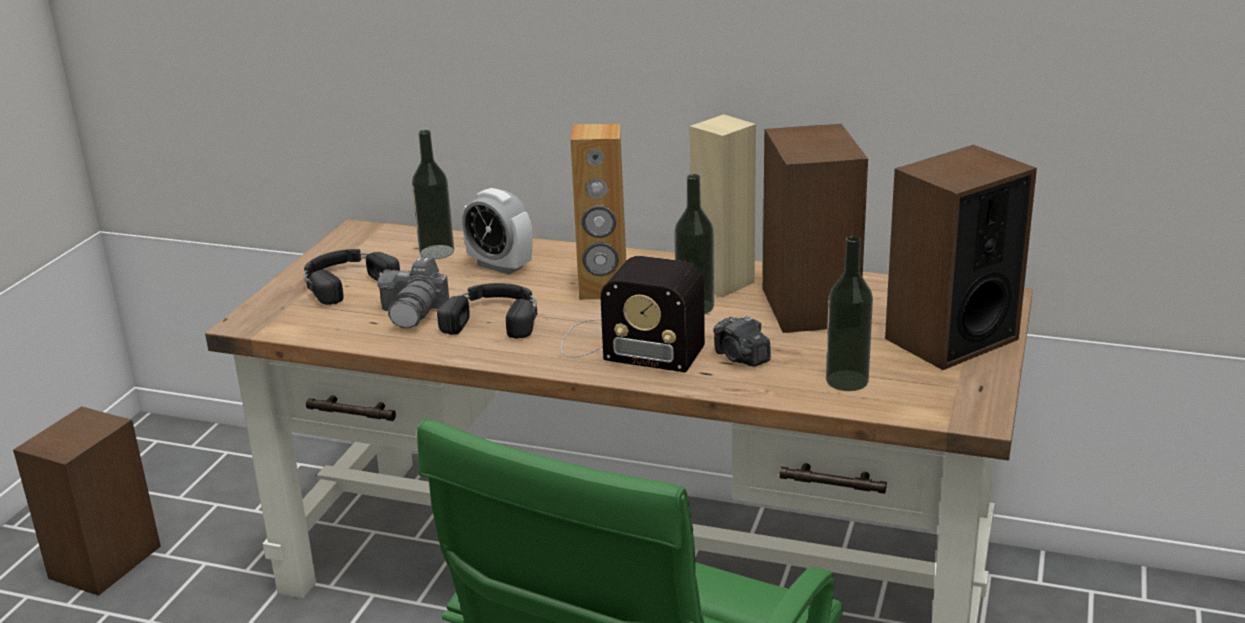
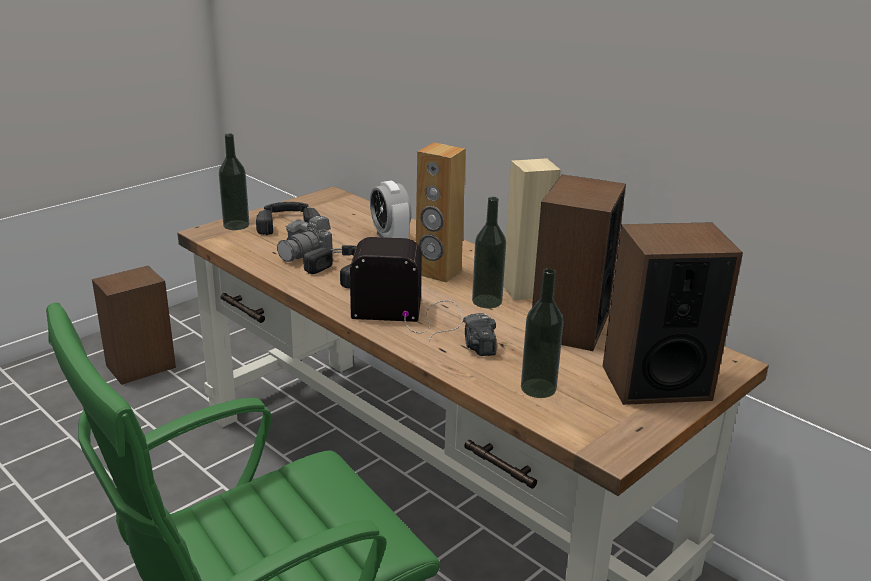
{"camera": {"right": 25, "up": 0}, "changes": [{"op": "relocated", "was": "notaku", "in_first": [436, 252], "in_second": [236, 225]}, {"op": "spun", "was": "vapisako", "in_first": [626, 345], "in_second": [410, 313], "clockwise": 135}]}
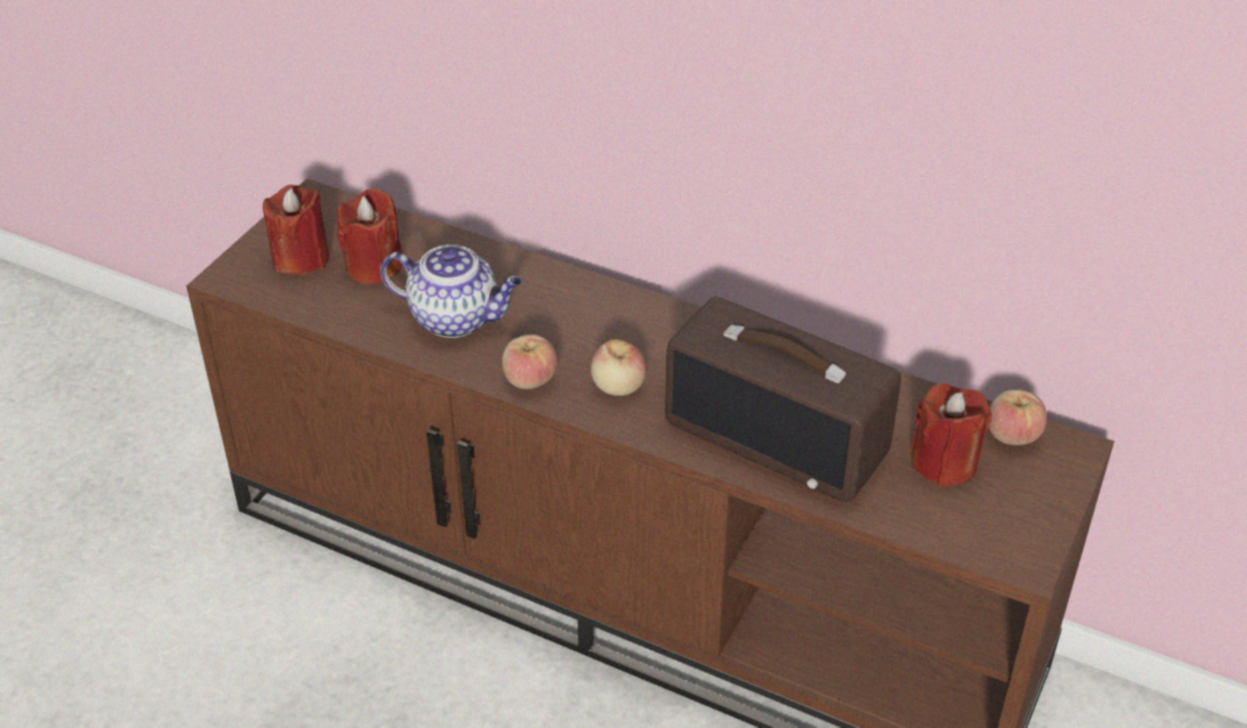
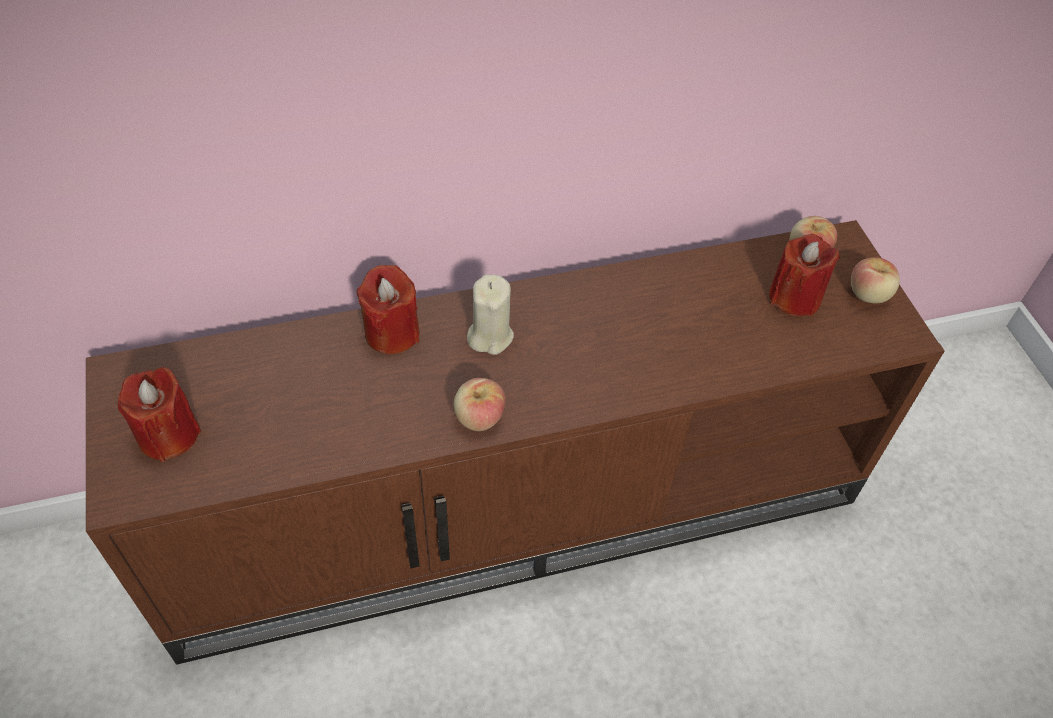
{"camera": {"right": -45, "up": 10}, "changes": [{"op": "relocated", "was": "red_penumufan", "in_first": [374, 266], "in_second": [392, 333]}, {"op": "missing", "was": "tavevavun", "in_first": [456, 318]}, {"op": "relocated", "was": "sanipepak", "in_first": [618, 387], "in_second": [868, 294]}, {"op": "missing", "was": "vapisako", "in_first": [779, 437]}, {"op": "appeared", "now": "beige_penumufan", "in_second": [490, 336]}]}
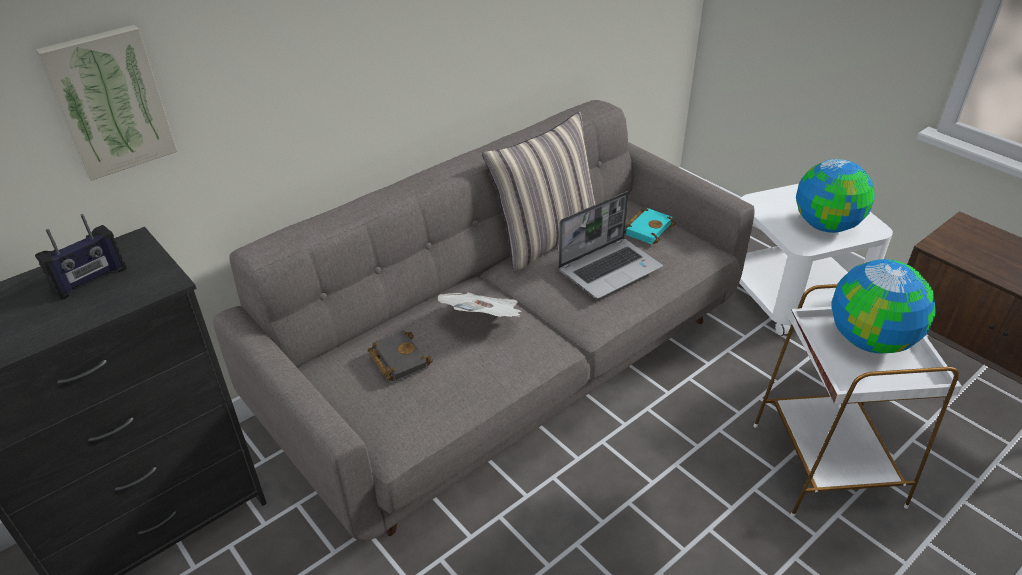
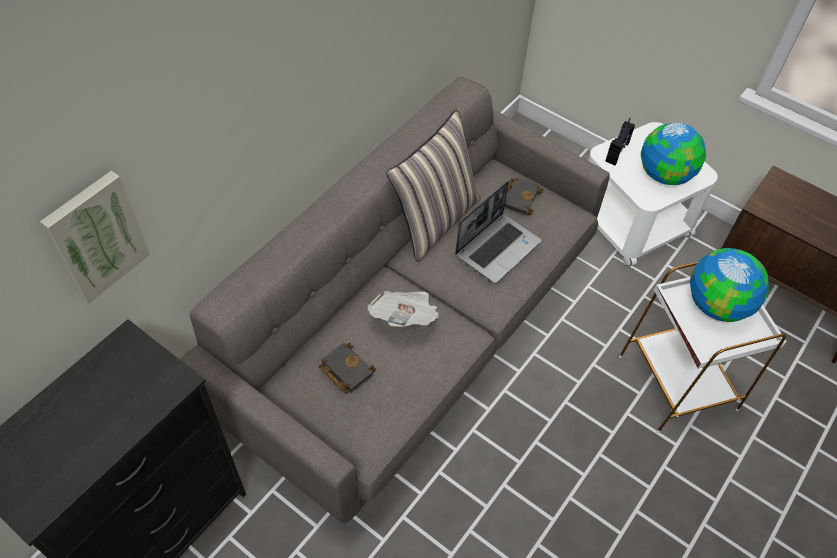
{"camera": {"right": -15, "up": 15}, "changes": [{"op": "relocated", "was": "vapisako", "in_first": [91, 280], "in_second": [617, 152]}, {"op": "colour", "was": "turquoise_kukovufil", "now": "black_kukovufil", "in_first": [647, 228], "in_second": [519, 197]}]}
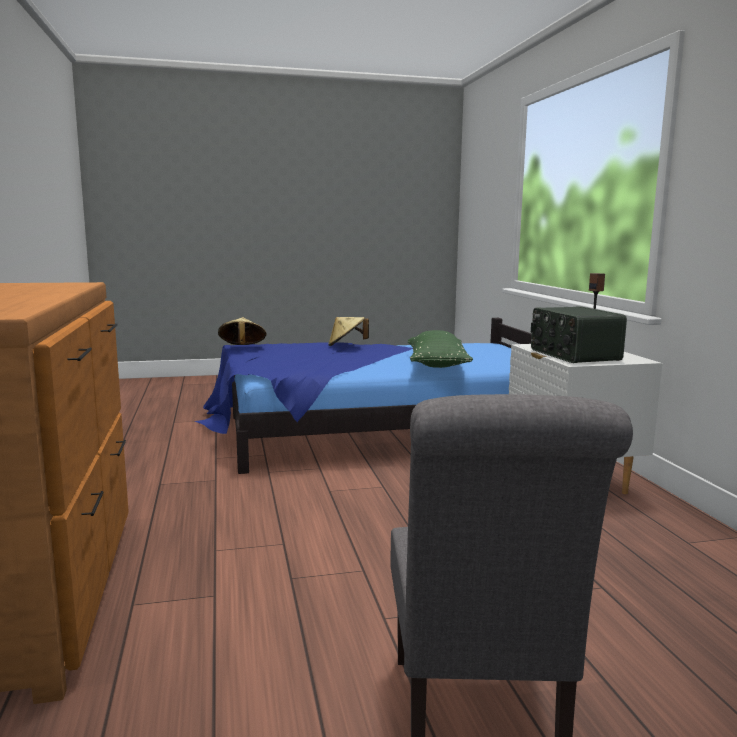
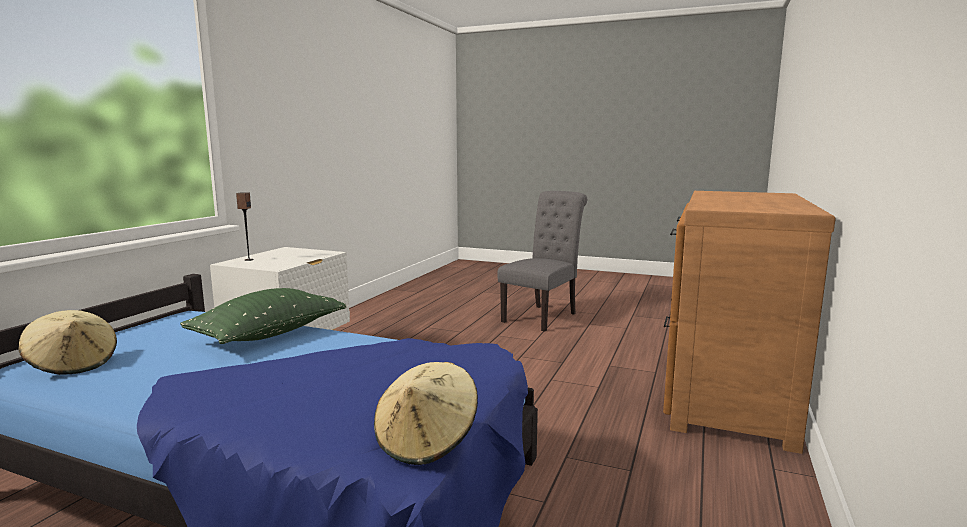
{"camera": {"right": -145, "up": 0}, "changes": [{"op": "relocated", "was": "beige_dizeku", "in_first": [347, 345], "in_second": [73, 364]}, {"op": "missing", "was": "vapisako", "in_first": [573, 355]}]}
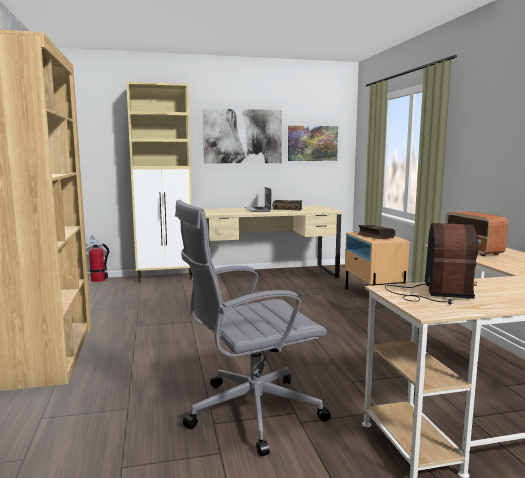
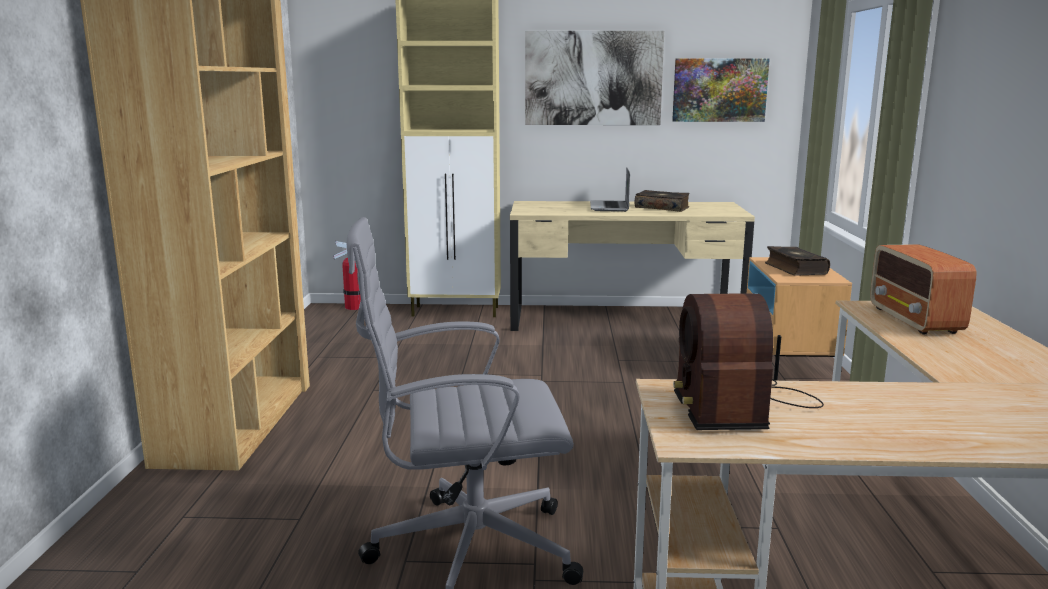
{"camera": {"right": 15, "up": 5}, "changes": [{"op": "spun", "was": "vapisako", "in_first": [434, 293], "in_second": [738, 405], "clockwise": 150}]}
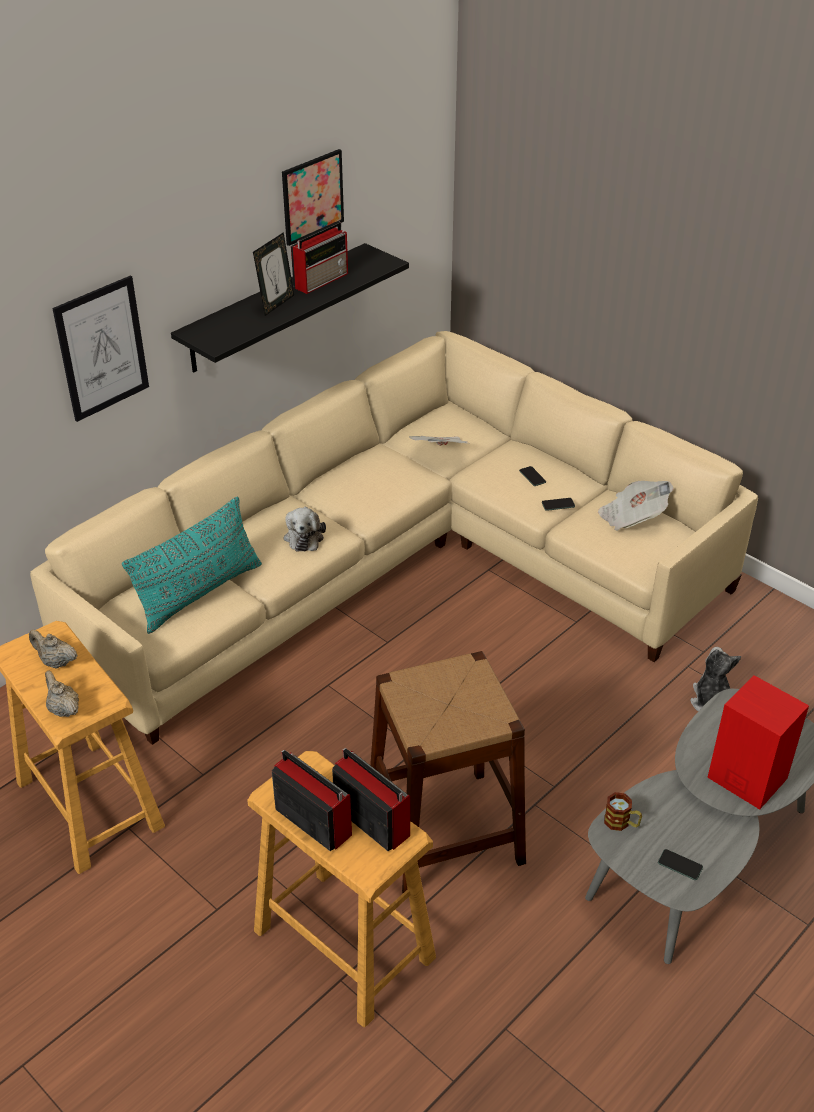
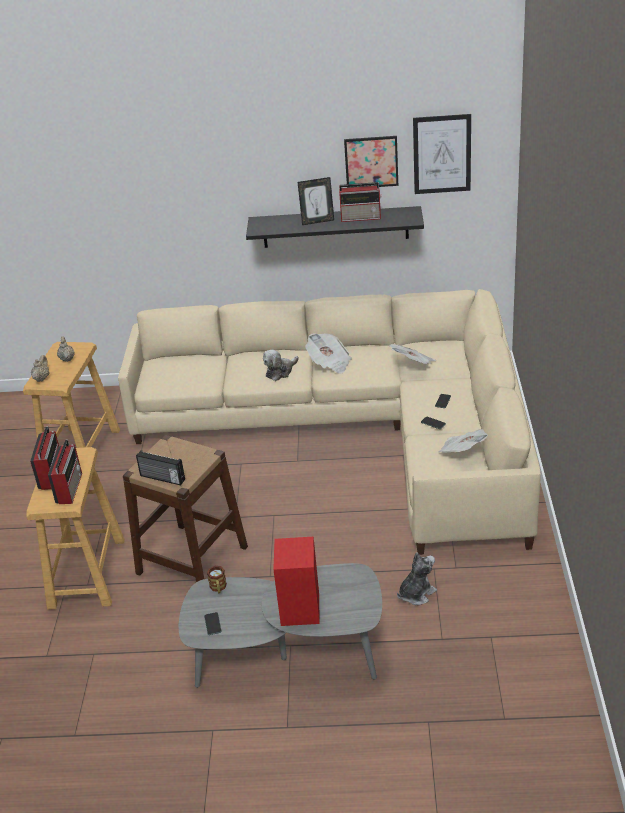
{"camera": {"right": 50, "up": -5}, "changes": [{"op": "relocated", "was": "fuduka", "in_first": [102, 349], "in_second": [442, 154]}, {"op": "missing", "was": "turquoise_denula", "in_first": [199, 593]}, {"op": "appeared", "now": "vapisako", "in_second": [162, 478]}, {"op": "appeared", "now": "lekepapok", "in_second": [329, 363]}]}
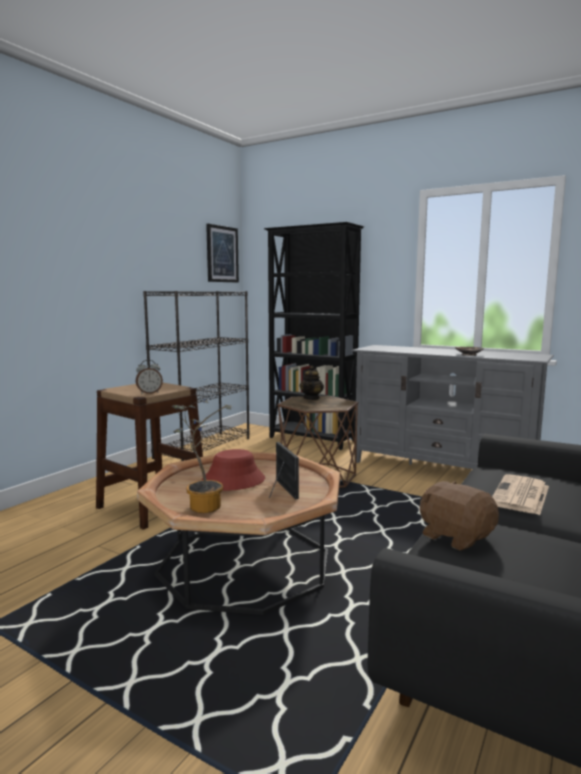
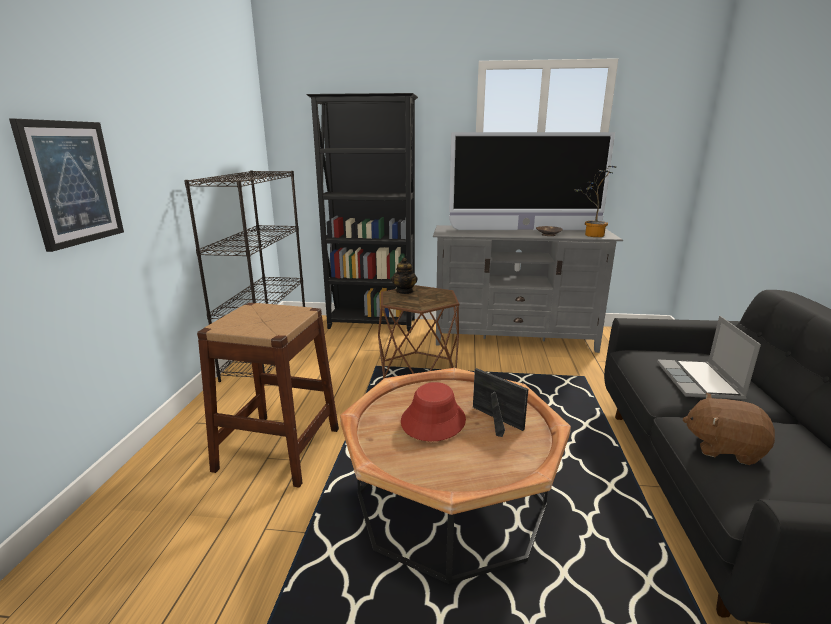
{"camera": {"right": -25, "up": 10}, "changes": [{"op": "missing", "was": "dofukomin", "in_first": [149, 393]}, {"op": "relocated", "was": "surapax", "in_first": [202, 505], "in_second": [591, 235]}, {"op": "relocated", "was": "fuduka", "in_first": [222, 254], "in_second": [72, 183]}, {"op": "exchanged", "was": "lekepapok", "now": "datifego", "in_first": [521, 495], "in_second": [699, 381]}, {"op": "appeared", "now": "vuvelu", "in_second": [525, 230]}]}
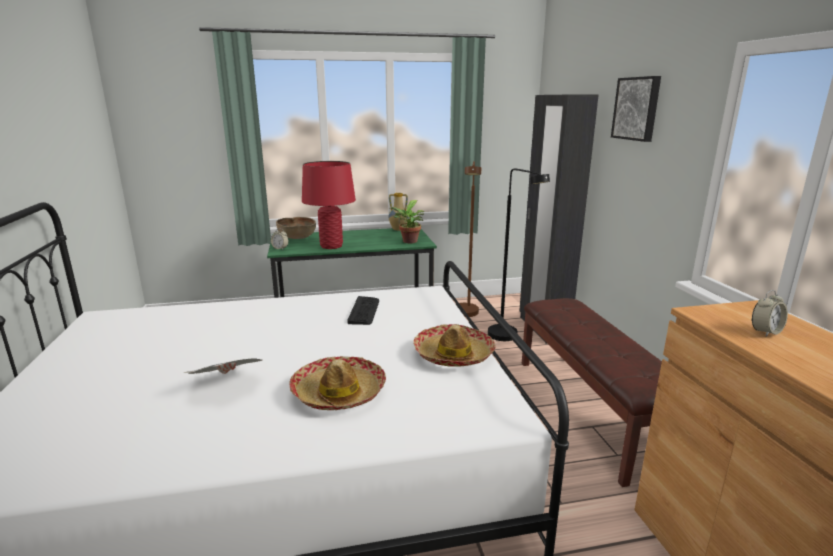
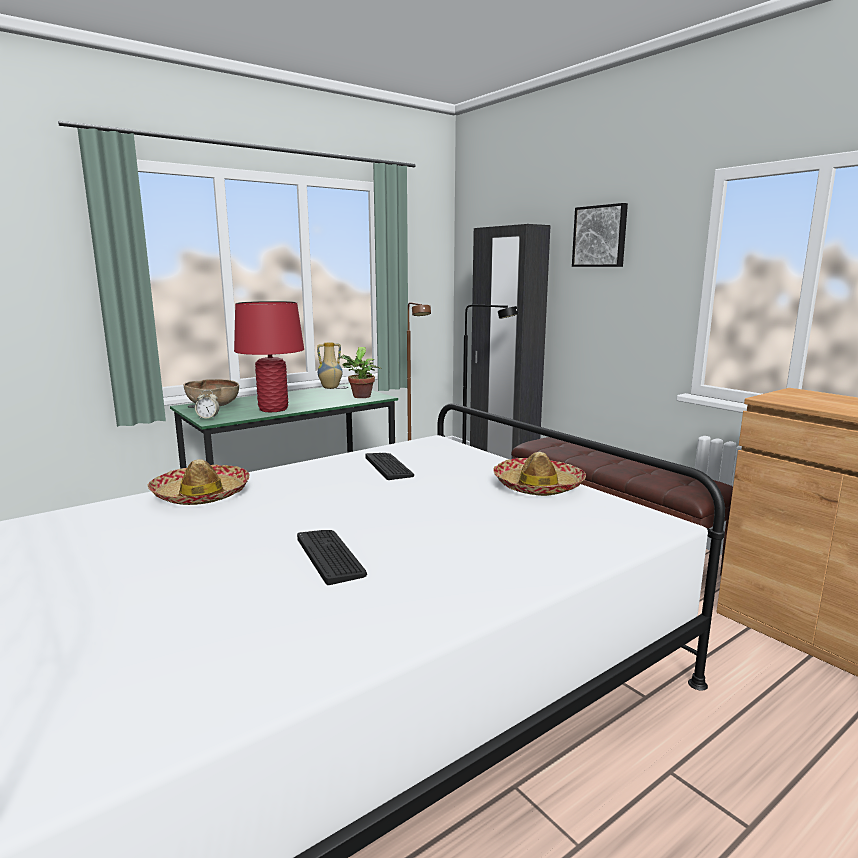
{"camera": {"right": -25, "up": -5}, "changes": [{"op": "exchanged", "was": "lekepapok", "now": "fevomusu", "in_first": [227, 384], "in_second": [330, 556]}, {"op": "relocated", "was": "dizeku", "in_first": [338, 393], "in_second": [200, 495]}, {"op": "missing", "was": "dofukomin", "in_first": [765, 332]}]}
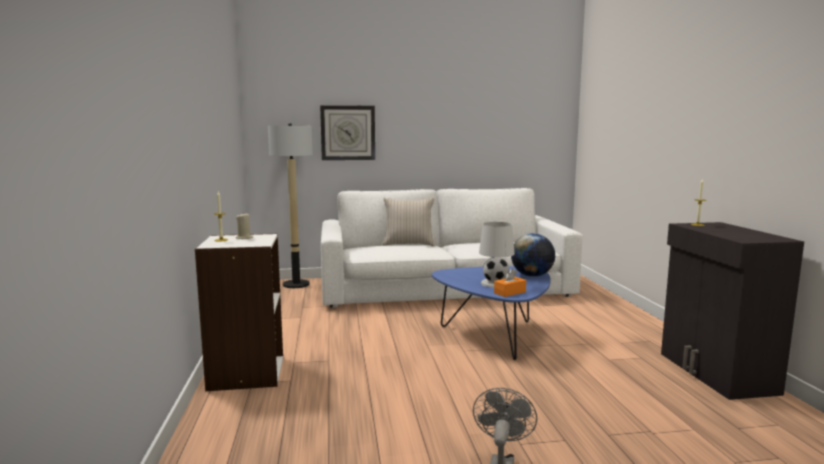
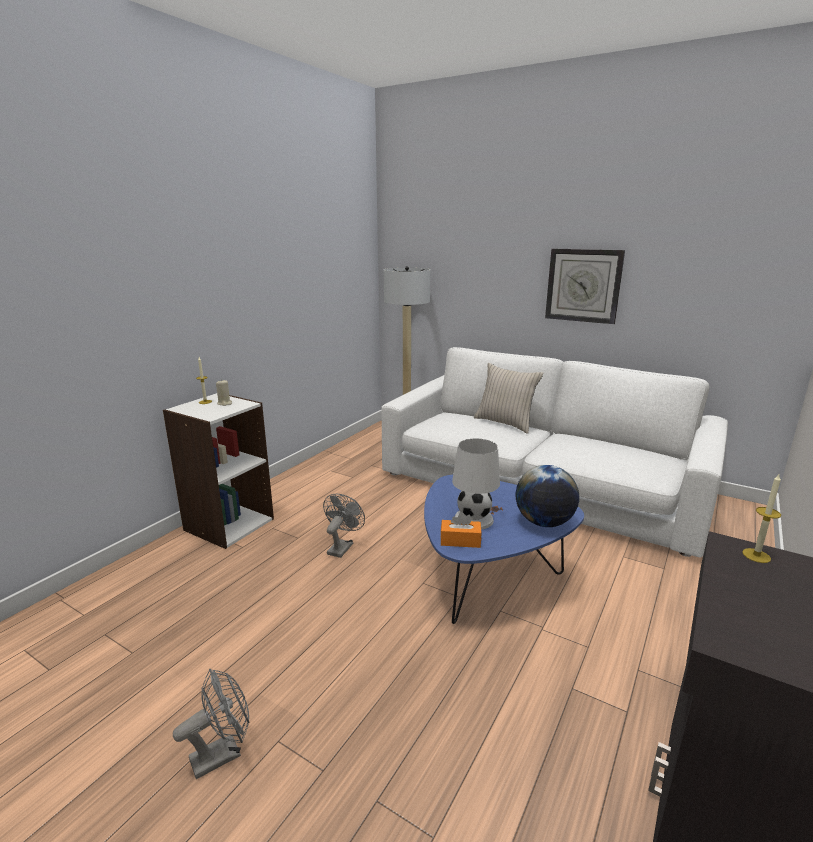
{"camera": {"right": 40, "up": 10}, "changes": [{"op": "relocated", "was": "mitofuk", "in_first": [348, 133], "in_second": [583, 285]}, {"op": "appeared", "now": "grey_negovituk", "in_second": [342, 546]}]}
